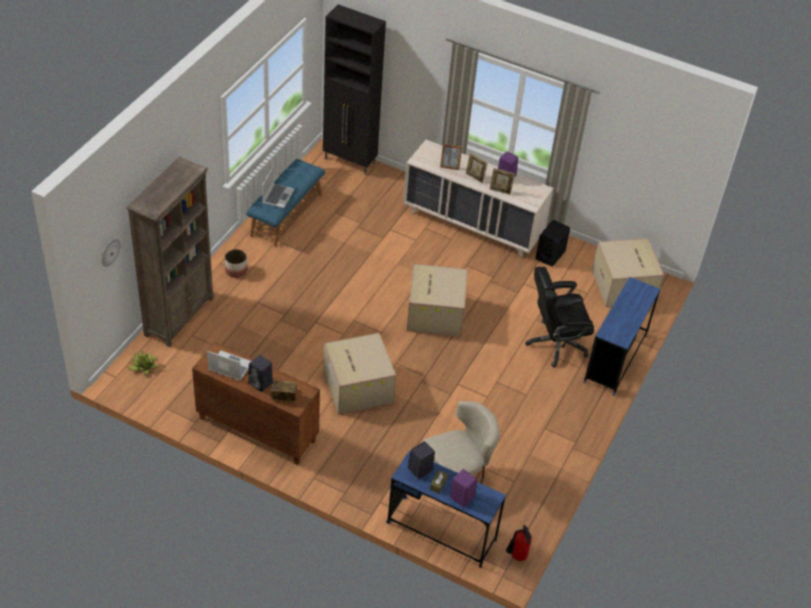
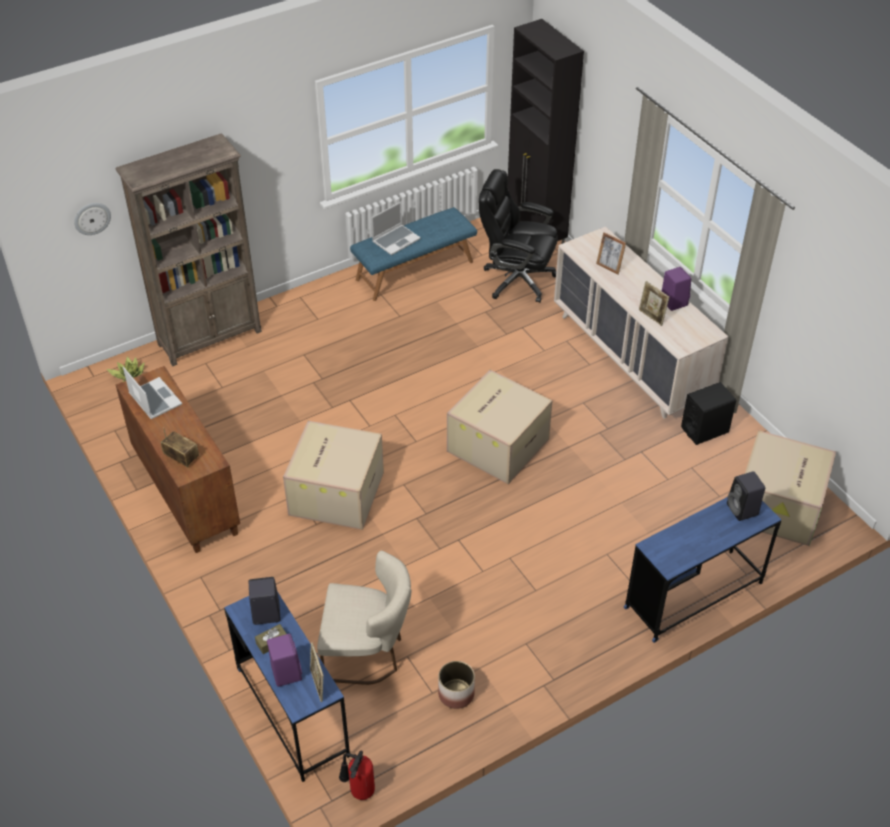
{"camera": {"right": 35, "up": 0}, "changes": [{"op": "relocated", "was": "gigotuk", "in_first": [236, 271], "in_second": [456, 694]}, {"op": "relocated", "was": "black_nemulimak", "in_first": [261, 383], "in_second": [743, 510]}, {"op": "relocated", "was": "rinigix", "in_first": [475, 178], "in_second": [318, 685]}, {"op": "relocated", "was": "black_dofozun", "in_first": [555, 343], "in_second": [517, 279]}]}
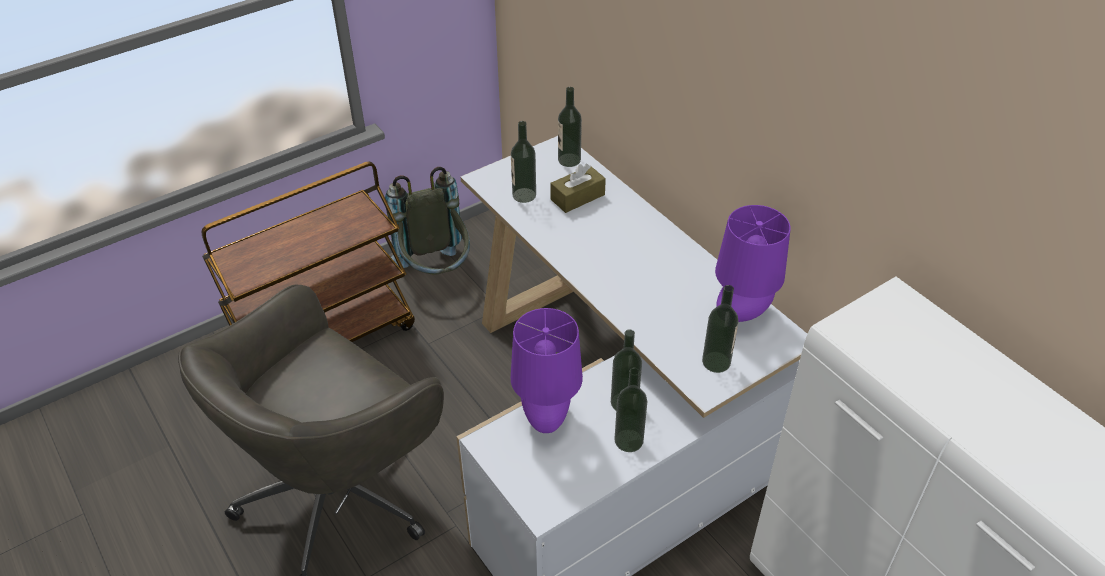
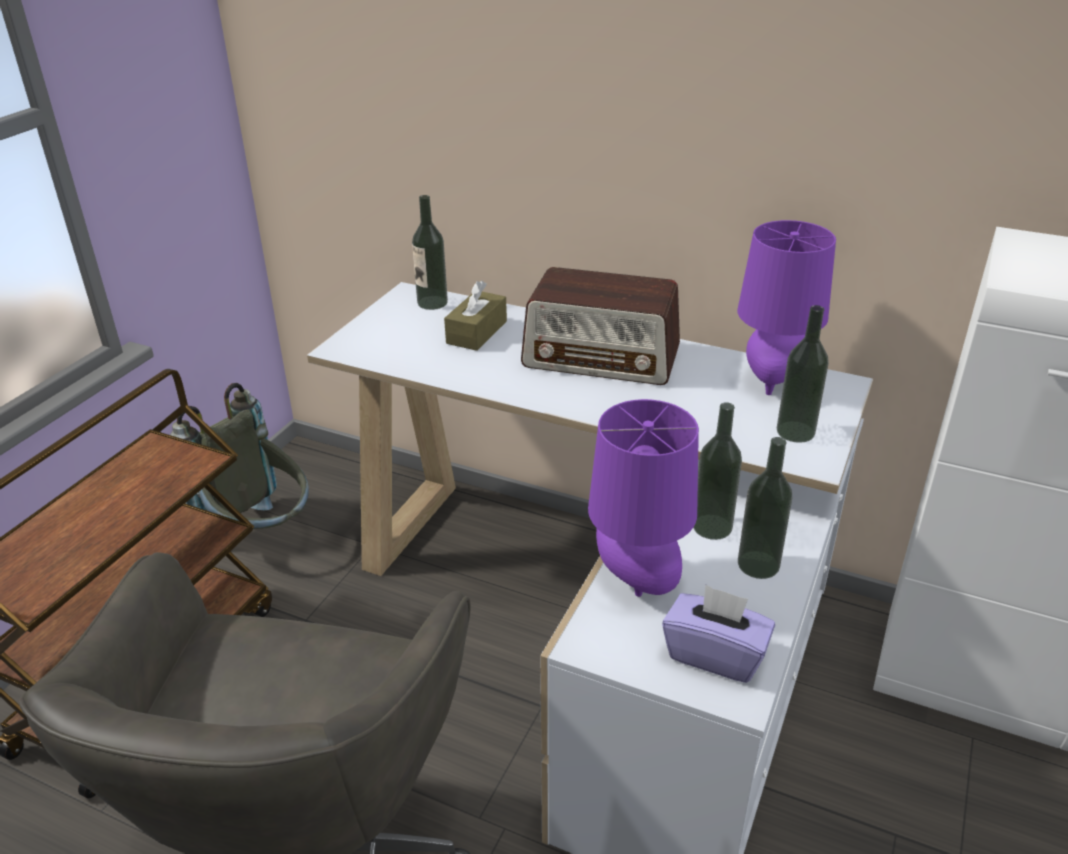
{"camera": {"right": -30, "up": -10}, "changes": [{"op": "missing", "was": "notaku", "in_first": [524, 195]}, {"op": "appeared", "now": "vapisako", "in_second": [602, 357]}, {"op": "appeared", "now": "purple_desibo", "in_second": [715, 654]}]}
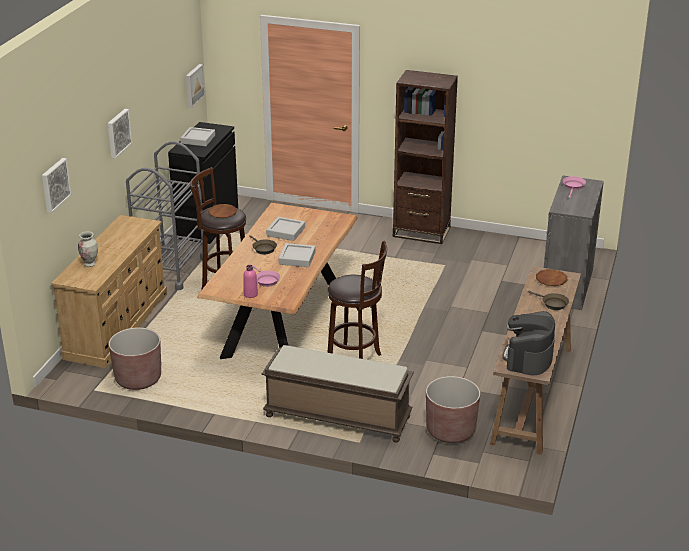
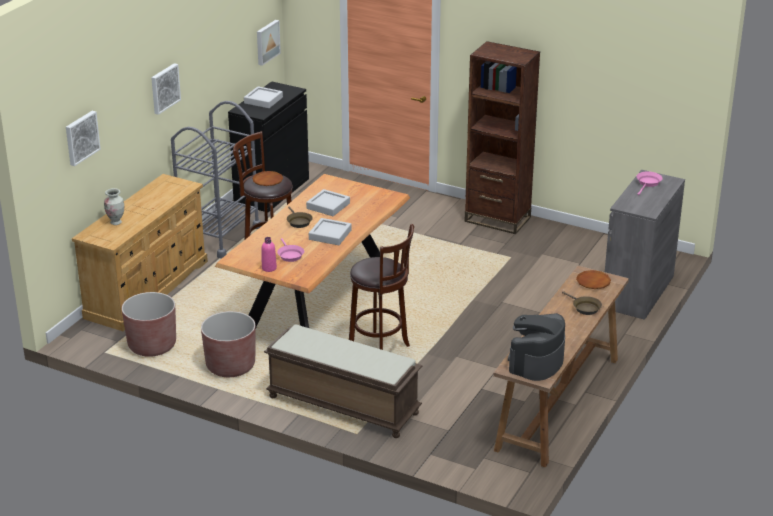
{"camera": {"right": 10, "up": 0}, "changes": [{"op": "relocated", "was": "brown_gigotuk", "in_first": [450, 431], "in_second": [230, 366]}]}
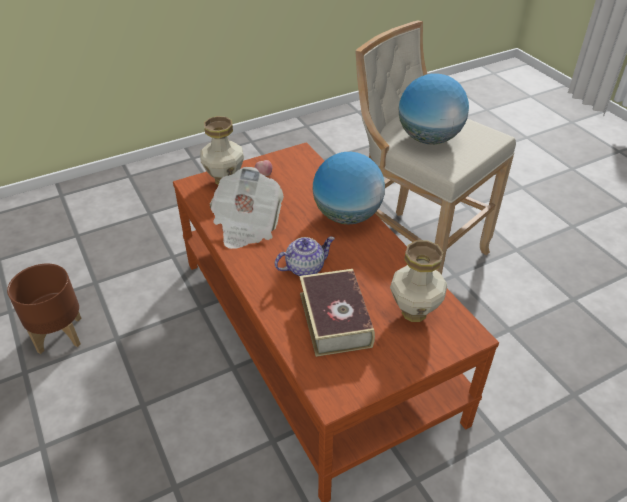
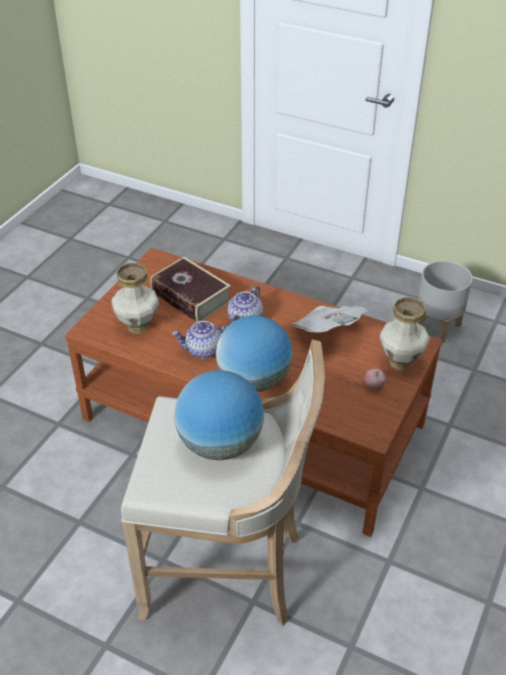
{"camera": {"right": 145, "up": 0}, "changes": [{"op": "colour", "was": "brown_gigotuk", "now": "grey_gigotuk", "in_first": [59, 335], "in_second": [437, 326]}, {"op": "appeared", "now": "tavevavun", "in_second": [203, 350]}]}
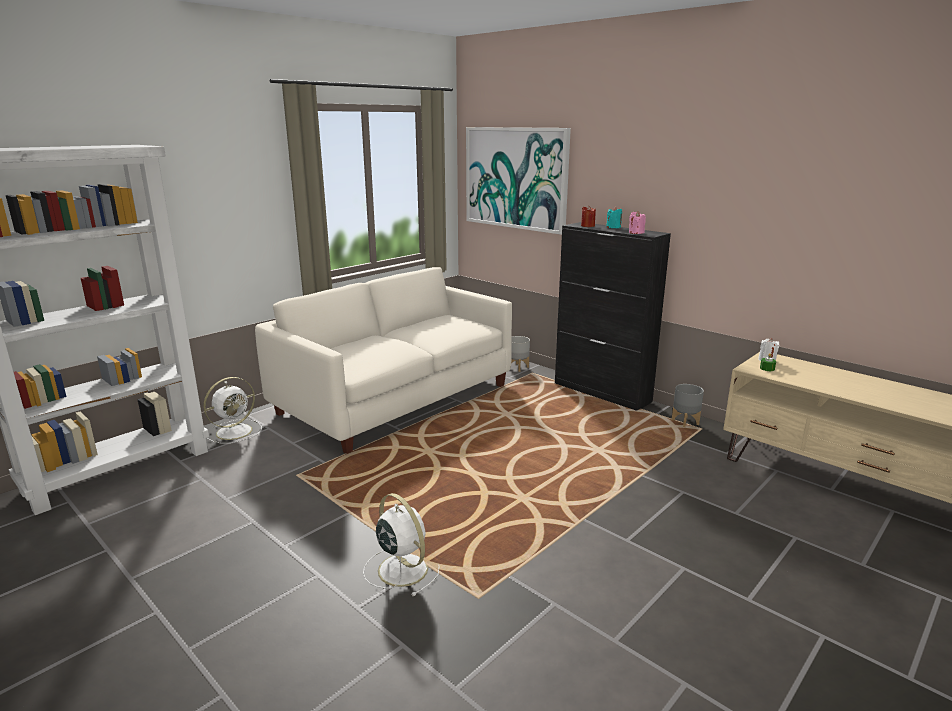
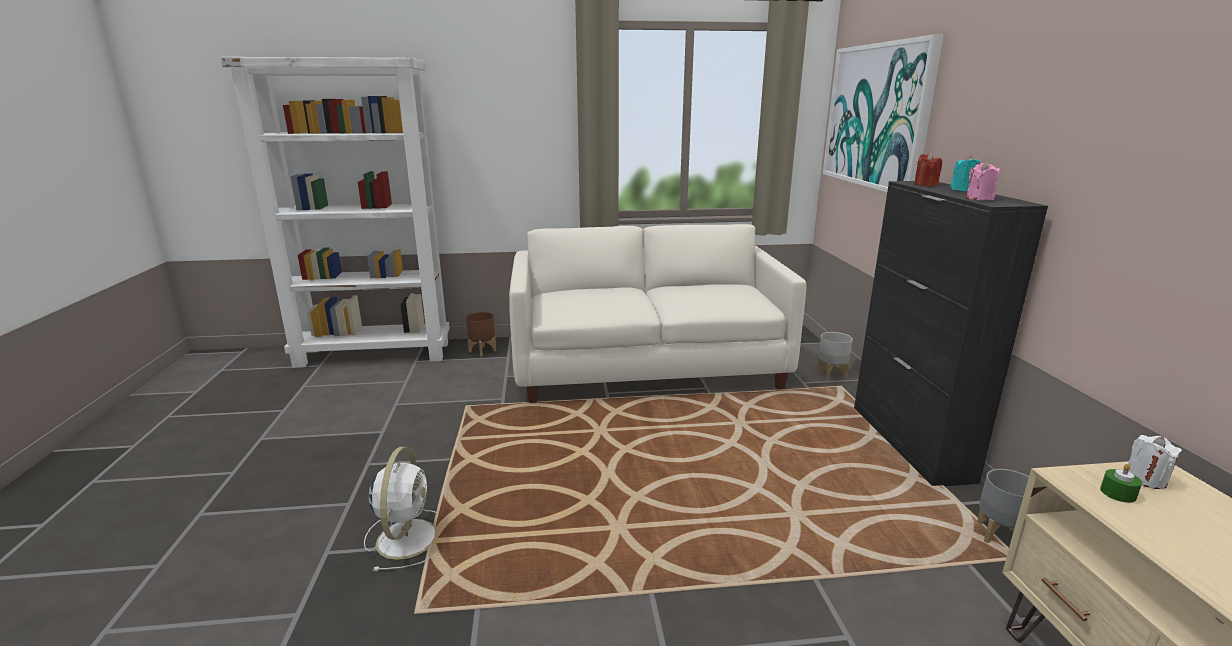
{"camera": {"right": 40, "up": 0}, "changes": [{"op": "exchanged", "was": "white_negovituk", "now": "brown_gigotuk", "in_first": [236, 431], "in_second": [483, 351]}]}
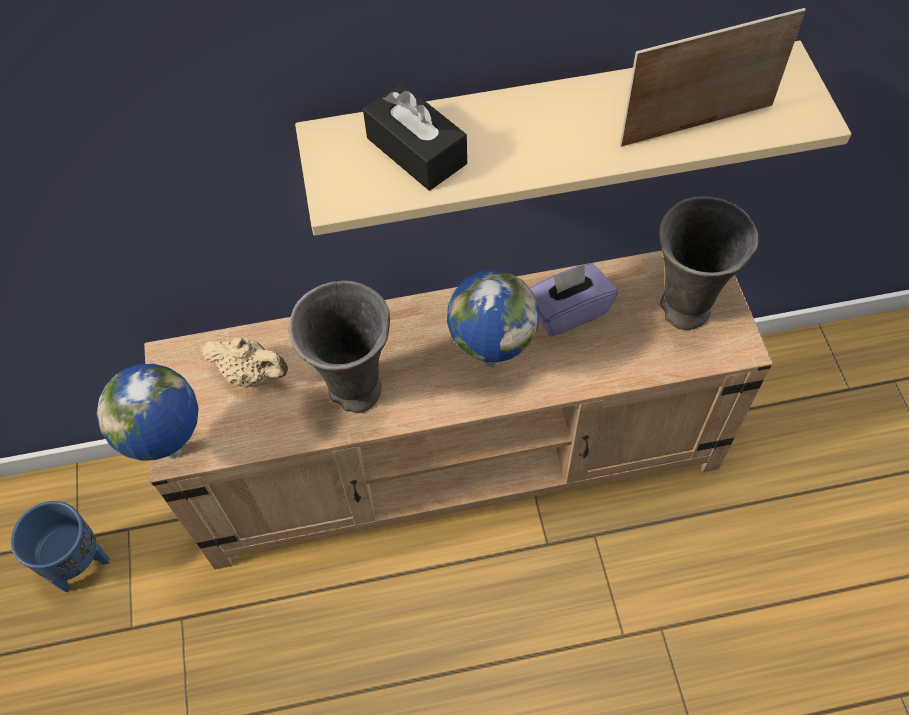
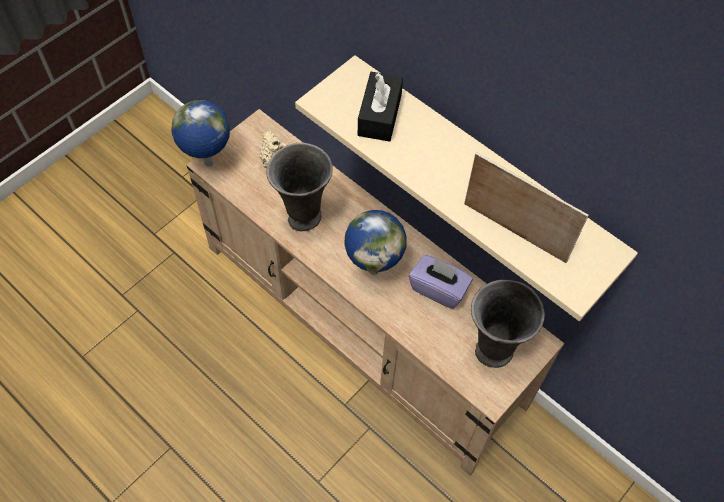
{"camera": {"right": 50, "up": 0}, "changes": [{"op": "missing", "was": "blue_gigotuk", "in_first": [80, 564]}]}
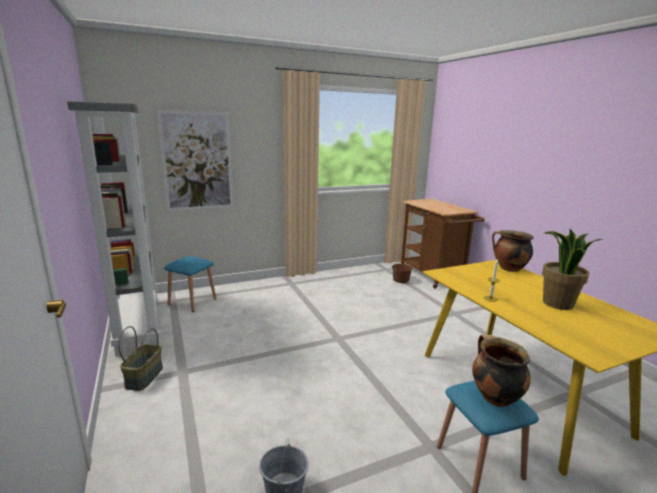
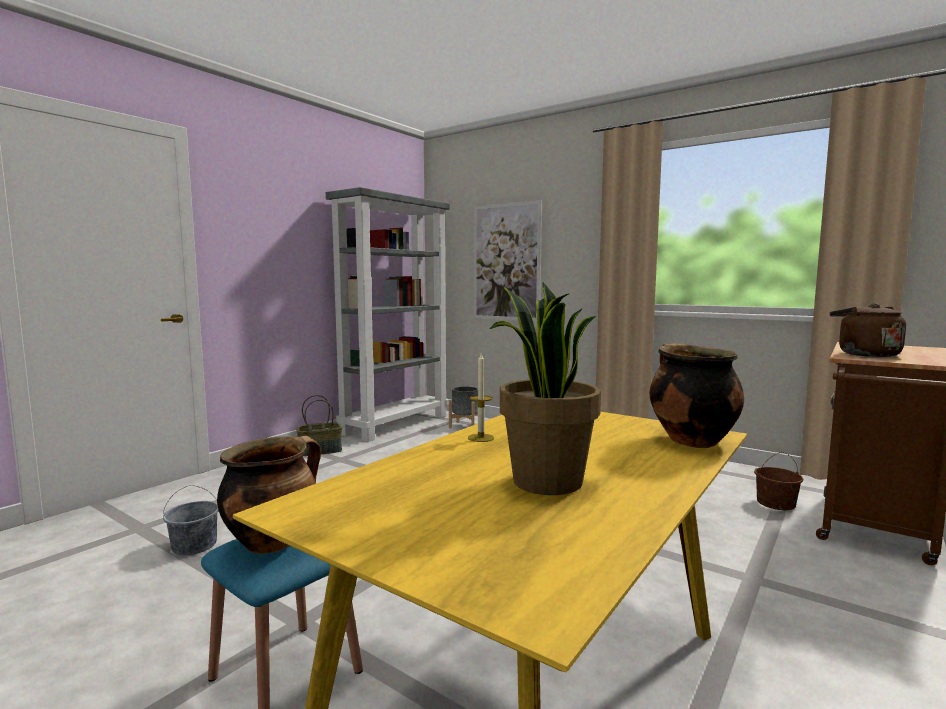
{"camera": {"right": 60, "up": -10}, "changes": [{"op": "exchanged", "was": "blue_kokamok", "now": "grey_gigotuk", "in_first": [192, 301], "in_second": [465, 426]}, {"op": "appeared", "now": "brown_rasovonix", "in_second": [864, 354]}]}
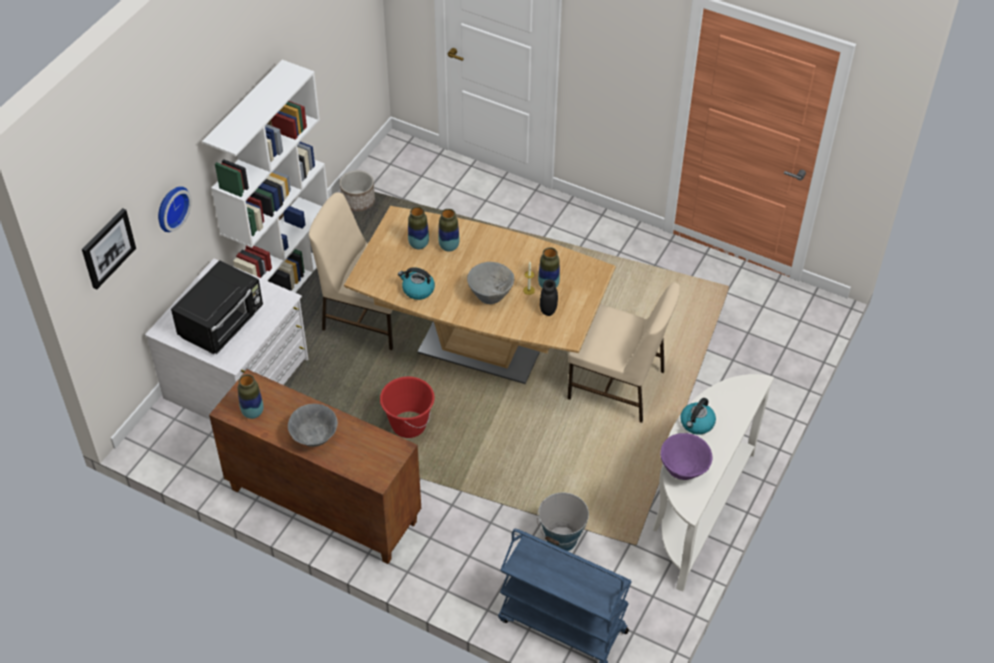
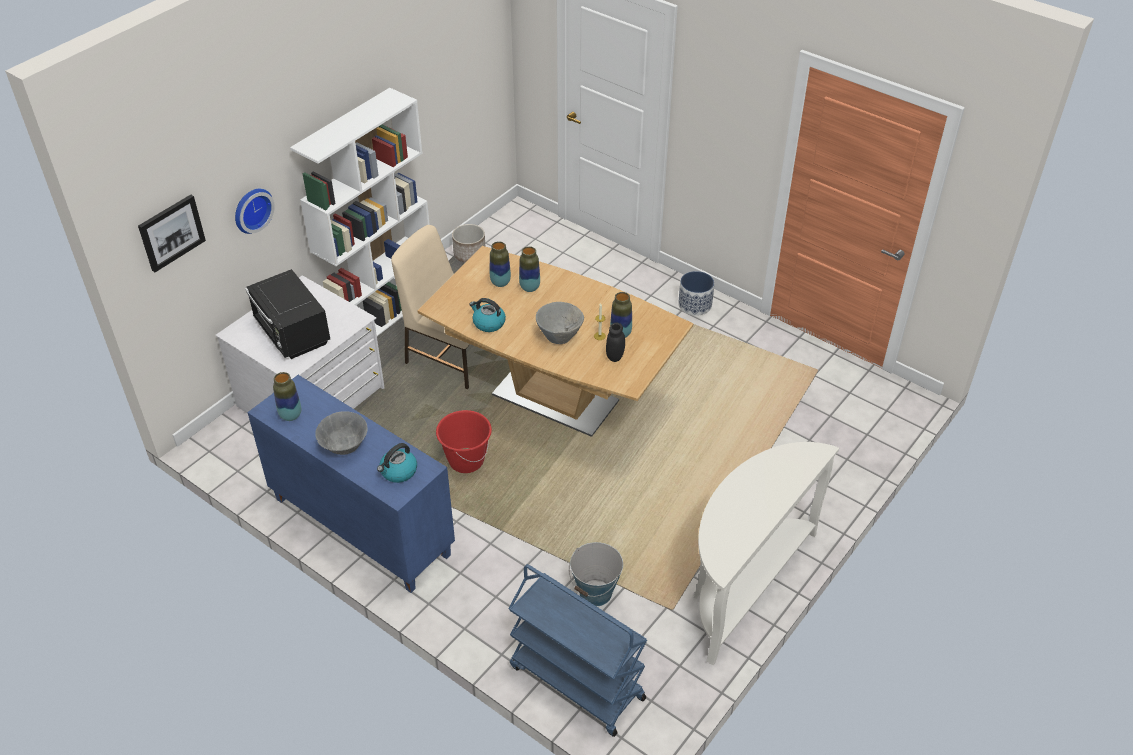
{"camera": {"right": 10, "up": -5}, "changes": [{"op": "spun", "was": "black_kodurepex", "in_first": [223, 324], "in_second": [292, 334], "clockwise": 105}, {"op": "colour", "was": "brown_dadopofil", "now": "blue_dadopofil", "in_first": [322, 506], "in_second": [360, 527]}, {"op": "missing", "was": "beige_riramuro", "in_first": [617, 386]}, {"op": "missing", "was": "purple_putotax", "in_first": [683, 471]}, {"op": "relocated", "was": "rasovonix", "in_first": [697, 424], "in_second": [398, 472]}, {"op": "appeared", "now": "gigotuk", "in_second": [694, 305]}]}
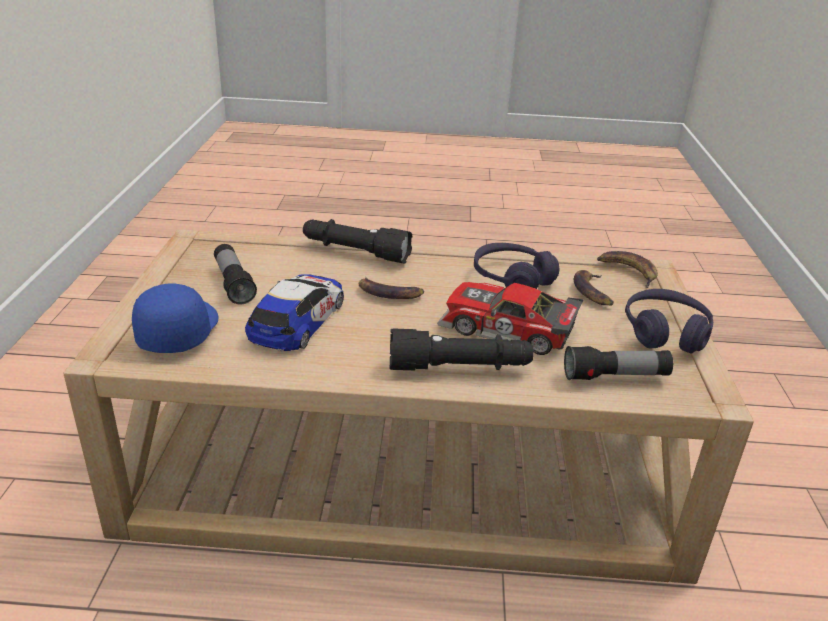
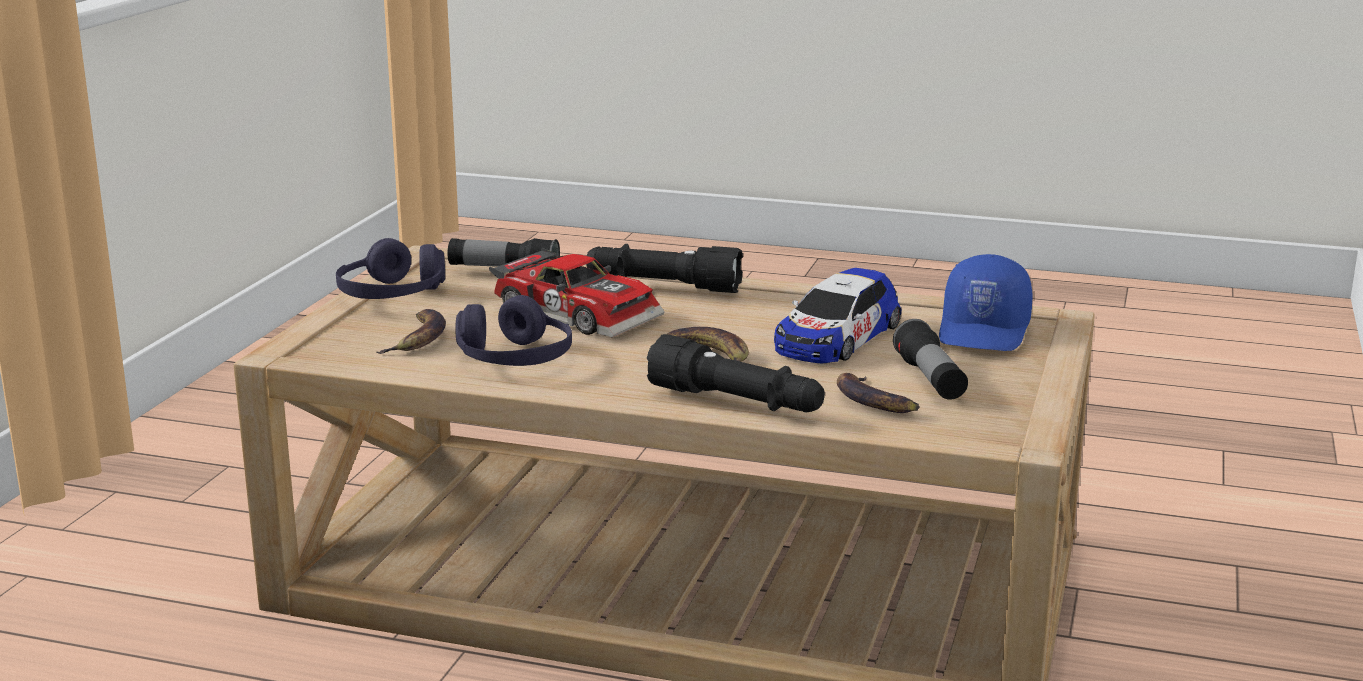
{"camera": {"right": -165, "up": -10}, "changes": [{"op": "relocated", "was": "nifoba", "in_first": [627, 271], "in_second": [874, 401]}]}
